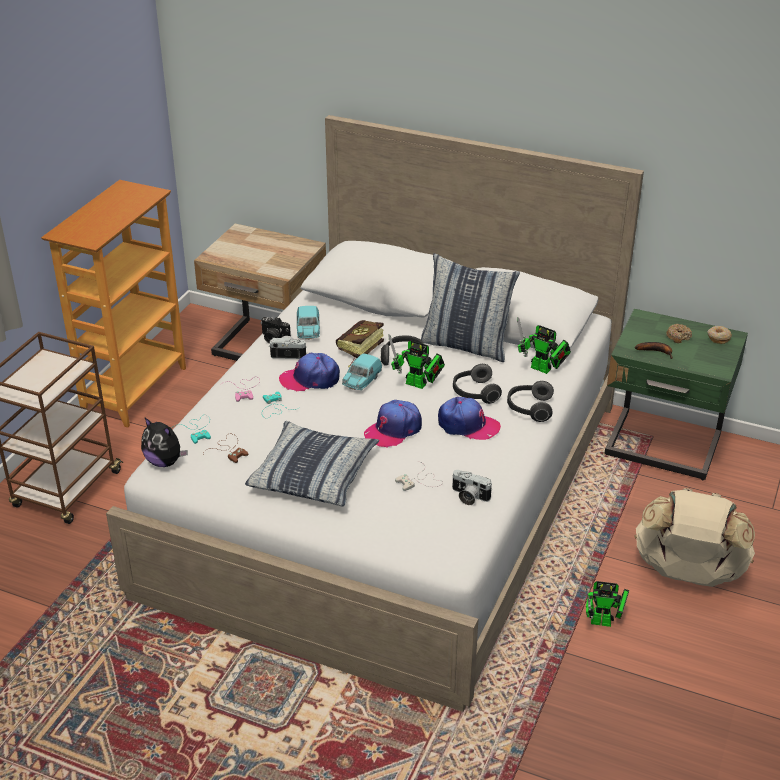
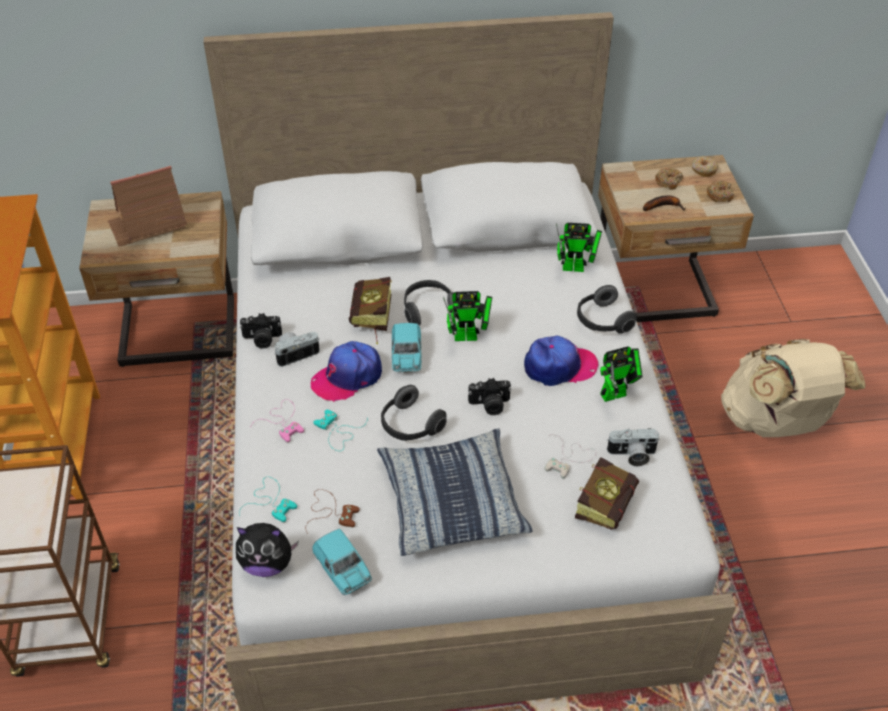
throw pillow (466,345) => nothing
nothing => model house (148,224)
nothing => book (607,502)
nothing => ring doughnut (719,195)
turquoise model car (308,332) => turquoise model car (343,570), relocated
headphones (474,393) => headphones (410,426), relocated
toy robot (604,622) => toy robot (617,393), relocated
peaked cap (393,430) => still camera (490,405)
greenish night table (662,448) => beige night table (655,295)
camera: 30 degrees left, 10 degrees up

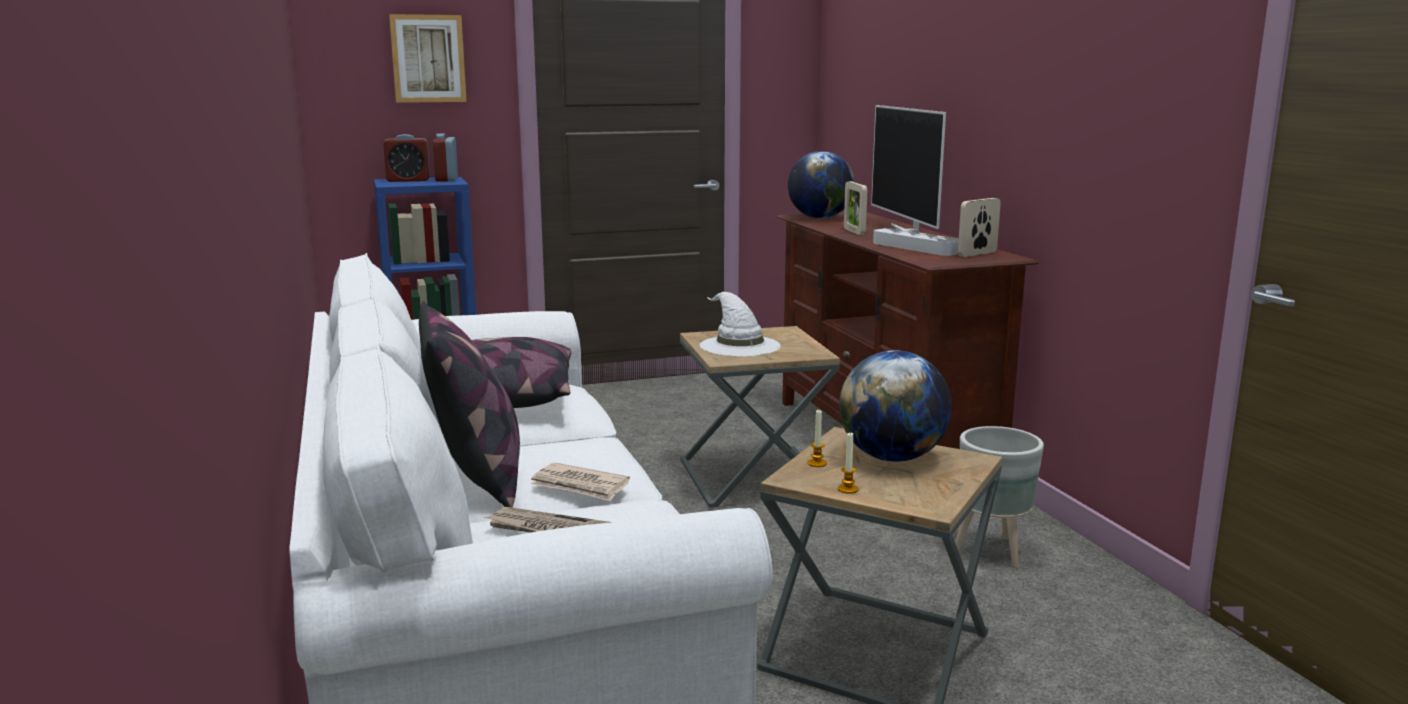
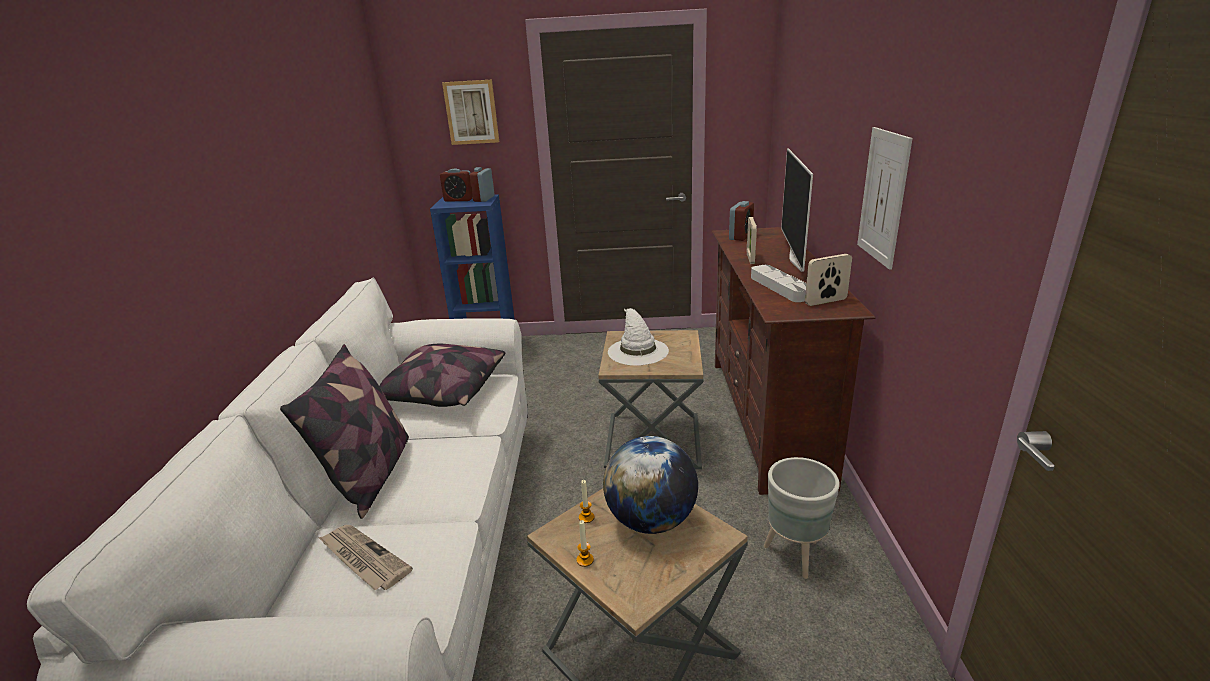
printed paper (580,486) => nothing
nothing => picture (883,196)
world globe (820,218) => alarm clock (740,236)
camera: 20 degrees right, 10 degrees up

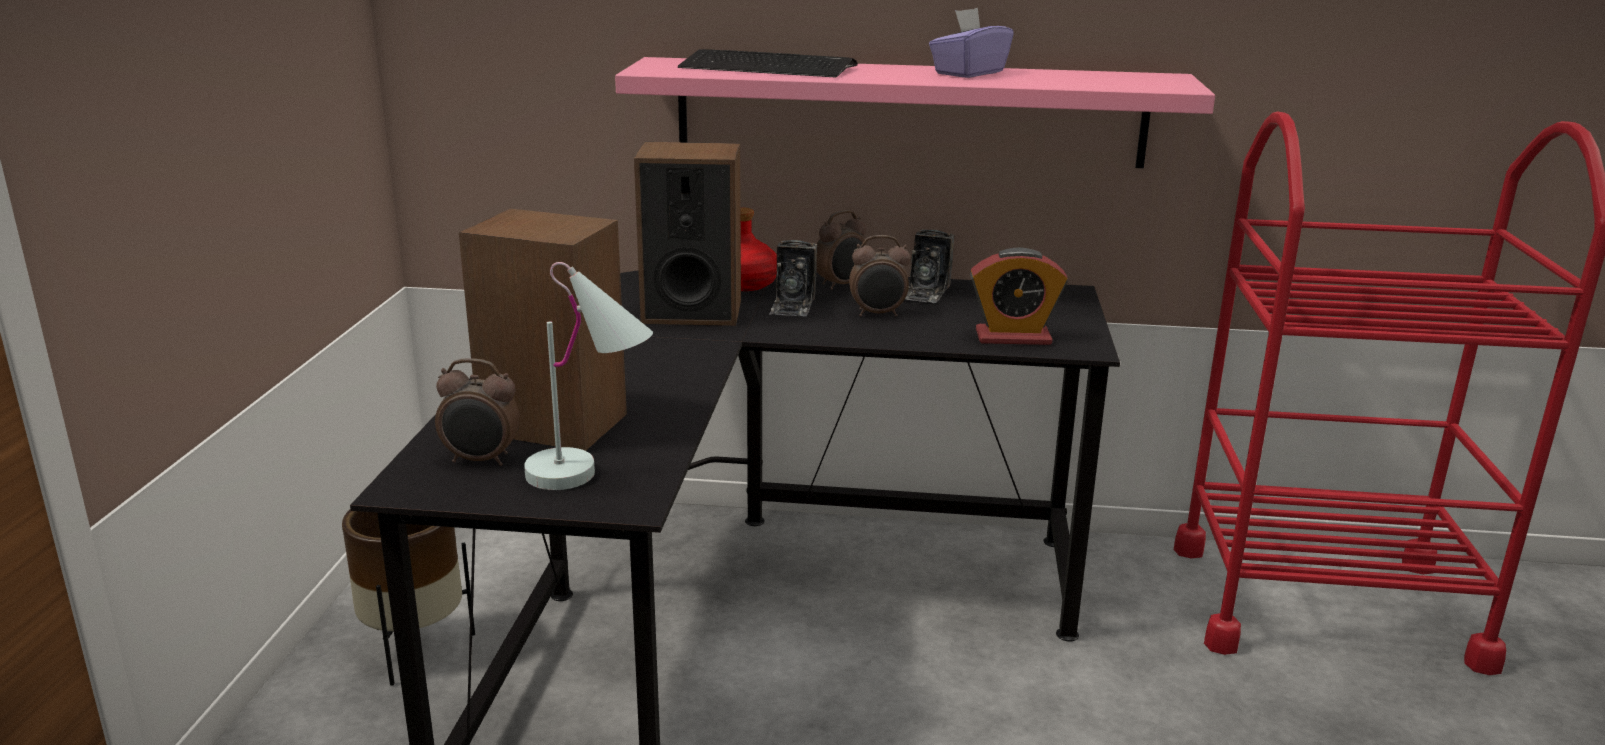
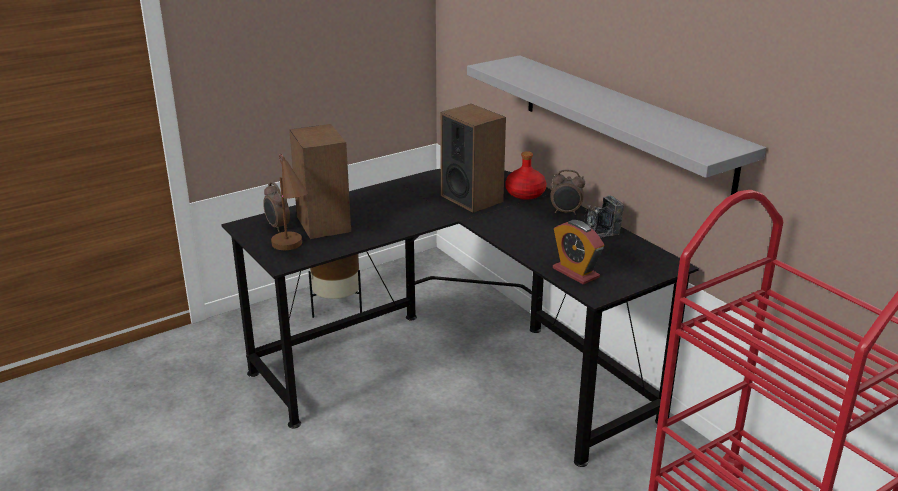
keyboard (767,68) => nothing
still camera (792,305) => nothing
alarm clock (878,314) => nothing
purple-coloured box of tissues (968,73) => nothing
whitish table lamp (592,475) => brown table lamp (293,248)
pinkish shelf (909,112) => grey shelf (623,122)
camera: 50 degrees right, 5 degrees up

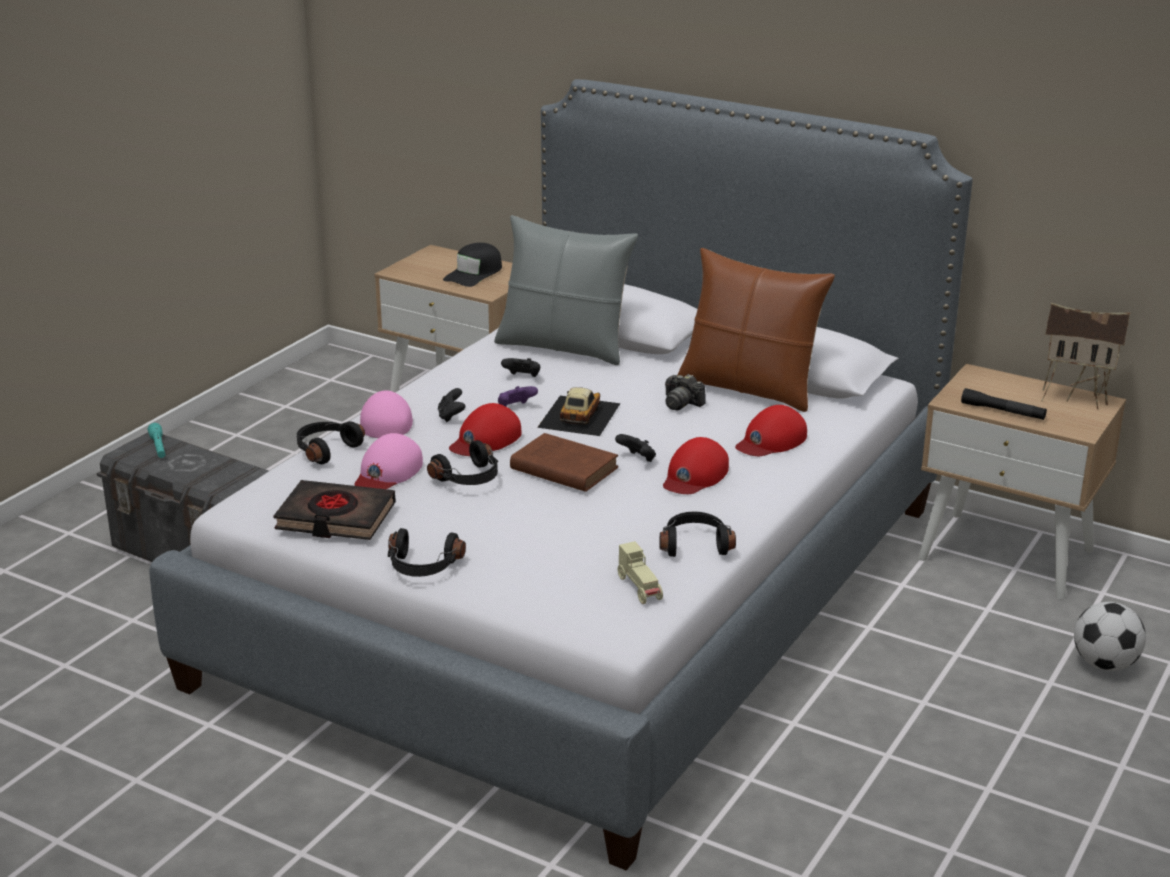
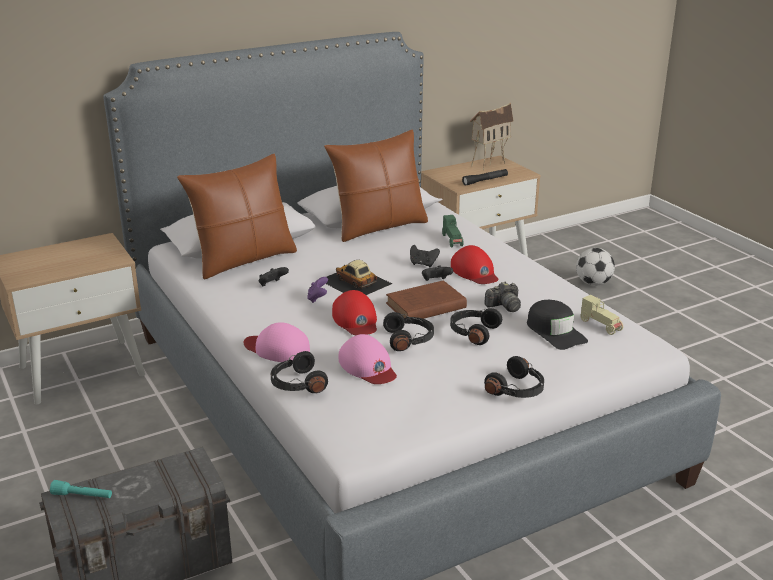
blackish book (335,518) => nothing
blackish gamepad (451,416) => blackish gamepad (423,264), relocated
blackish peaked cap (474,274) => blackish peaked cap (555,332), relocated
blackish headphones (695,544) => blackish headphones (473,332), relocated
still camera (681,403) => still camera (504,306), relocated
red peaked cap (771,440) => greenish model car (452,240)
grey throw pillow (564,347) => brown throw pillow (243,260)
beige model car (640,588) => beige model car (601,325), 45 degrees clockwise
camera: 60 degrees left, 0 degrees up

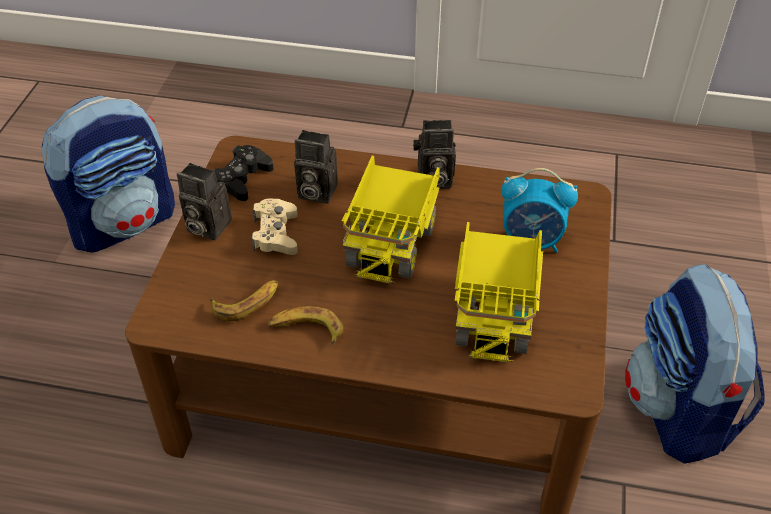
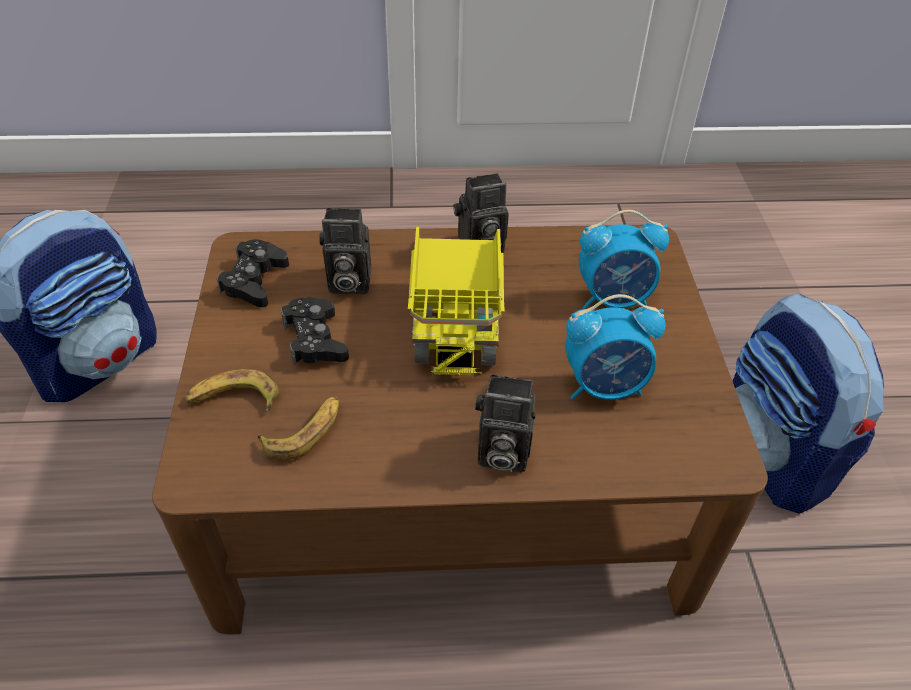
still camera (205,226) => still camera (500,453), relocated
banana (306,330) => banana (234,399), relocated
toy lorry (495,311) => alarm clock (604,386)
beige gamepad (275,234) => blackish gamepad (315,340)
camera: 15 degrees left, 0 degrees up

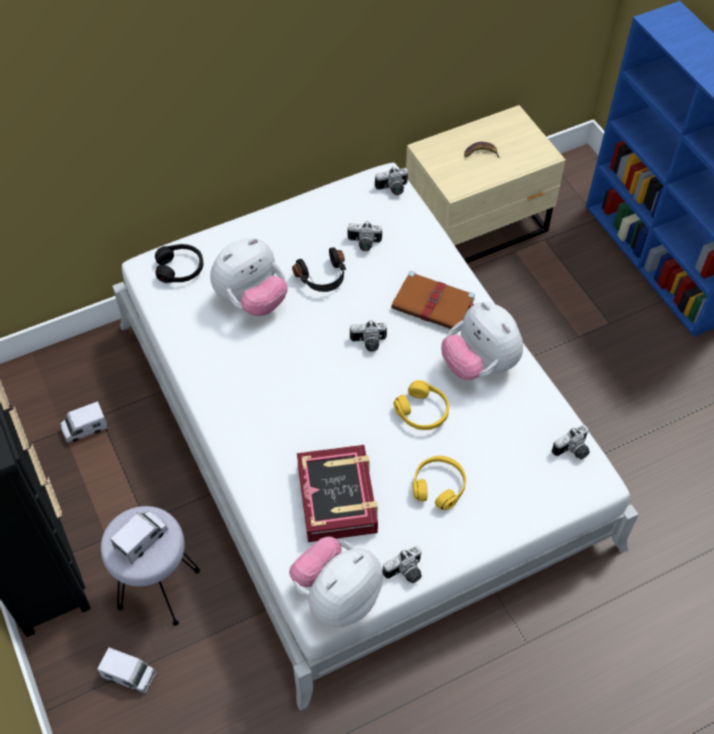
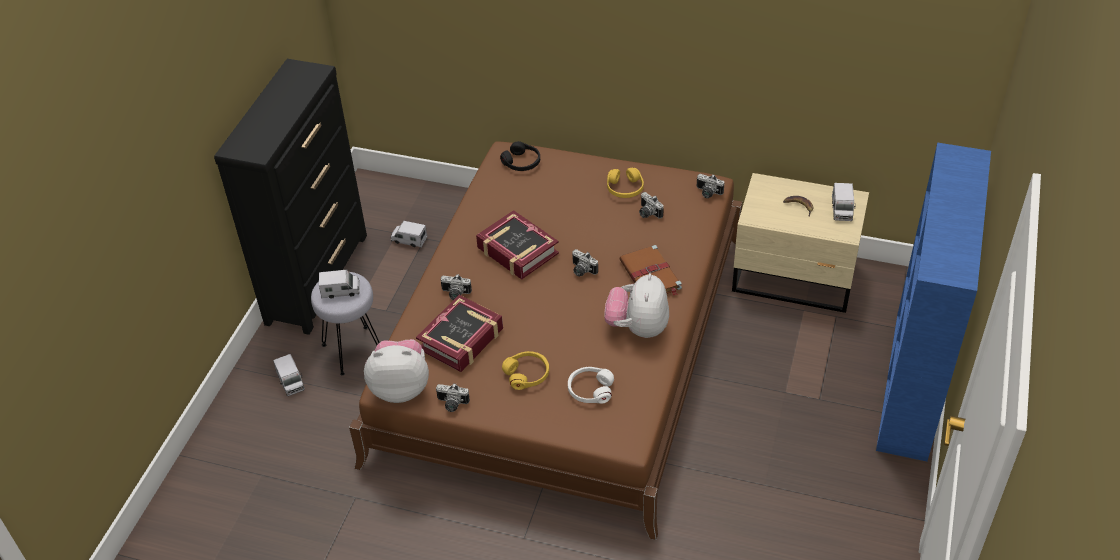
plush toy (251,300) => nothing
blackish headphones (323,278) => nothing
nothing => book (517,251)
nothing => whitish headphones (590,390)
nothing => toy lorry (841,209)
yellow-coloured headphones (422,411) => yellow-coloured headphones (625,188), relocated
still camera (573,451) => still camera (455,294), relocated
whitish bed (357,430) => brown bed (562,346)
camera: 45 degrees right, 10 degrees down

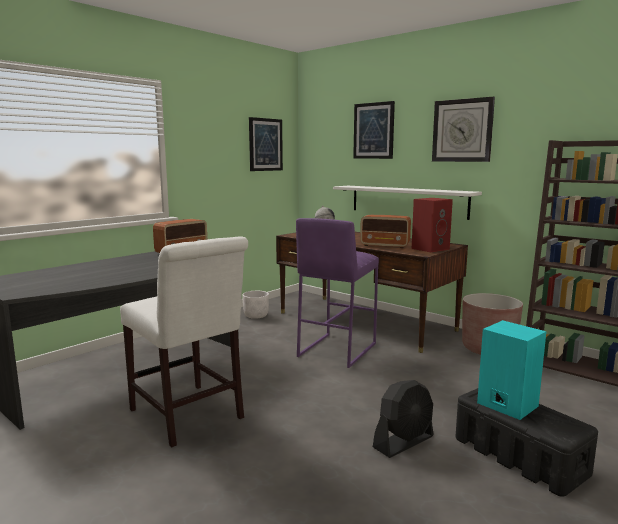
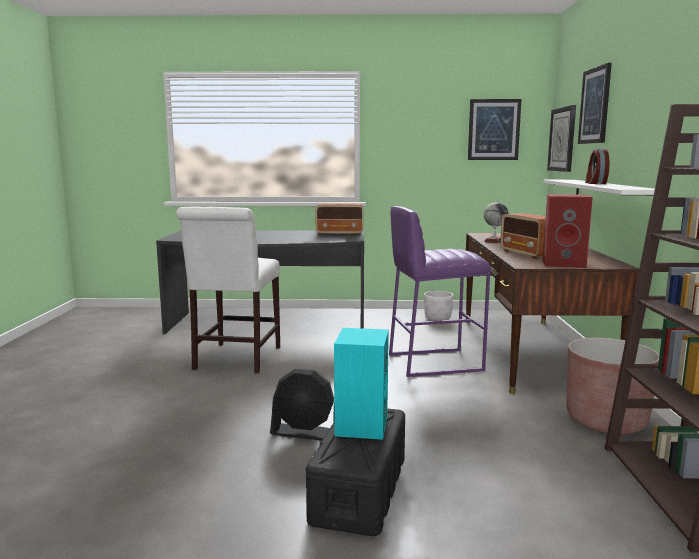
nothing => alarm clock (595,183)
wall clock (462,130) => wall clock (562,139), relocated
camera: 50 degrees right, 0 degrees up

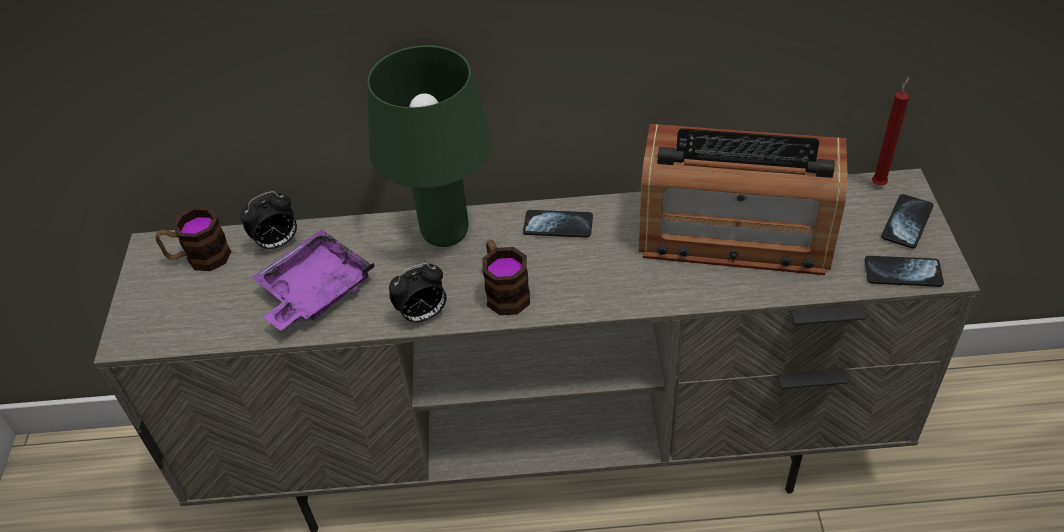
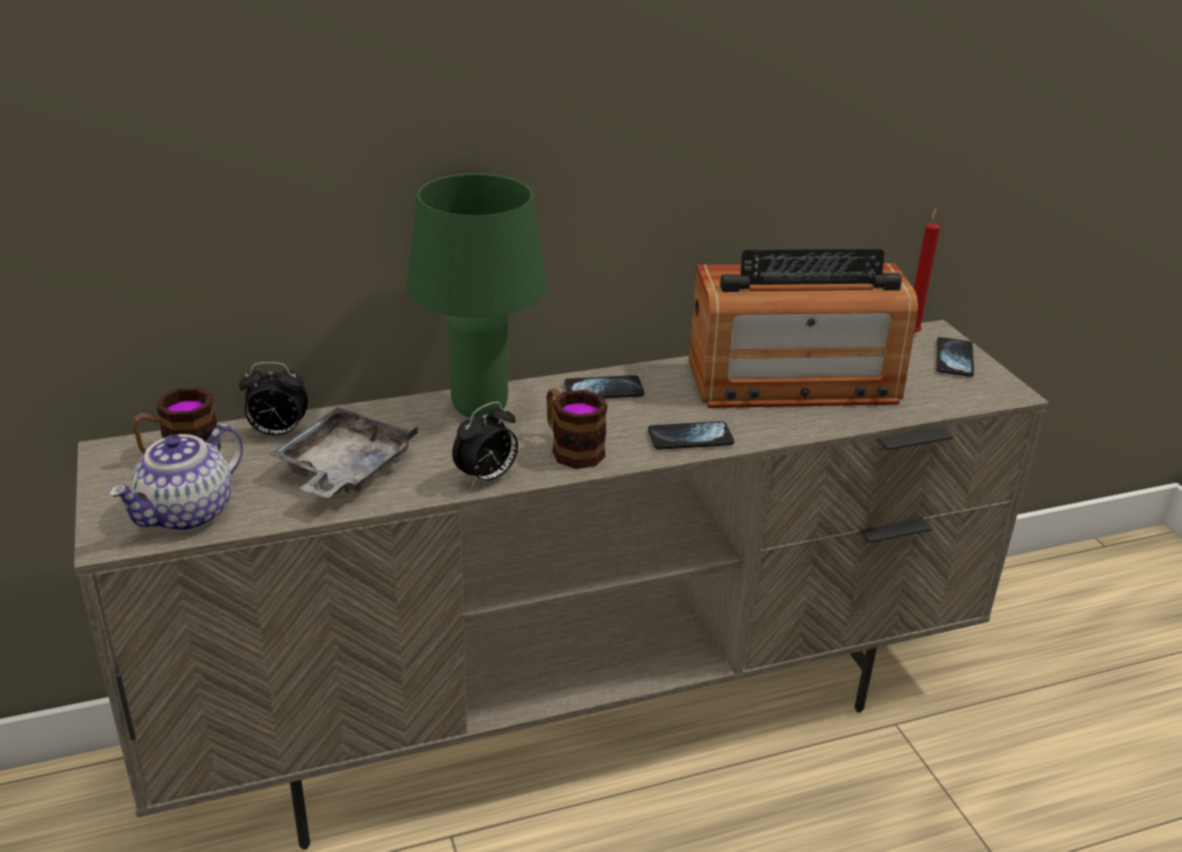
nothing => tea pot (187,514)
telephone (903,273) => telephone (690,438), relocated
purple-coloured serving tray (314,291) => grey serving tray (344,470)
alarm clock (277,243) => alarm clock (277,433), 45 degrees clockwise
camera: 20 degrees left, 15 degrees down

